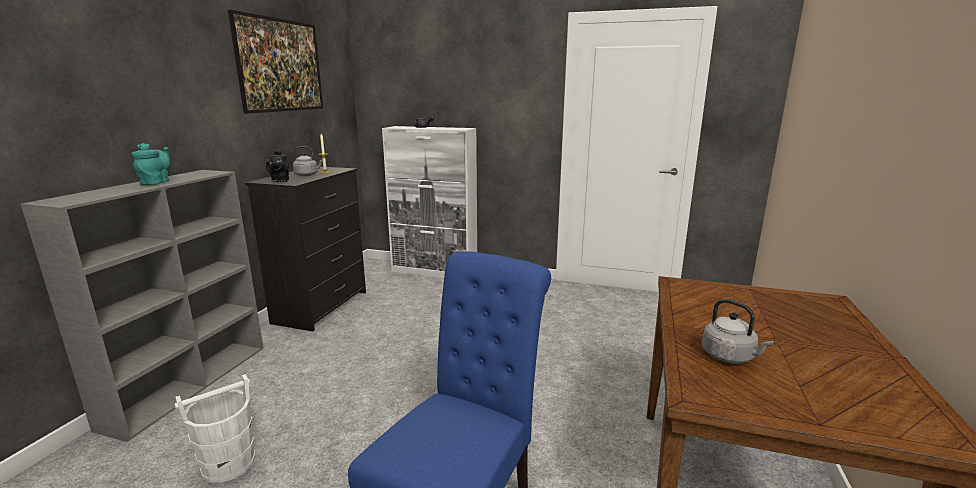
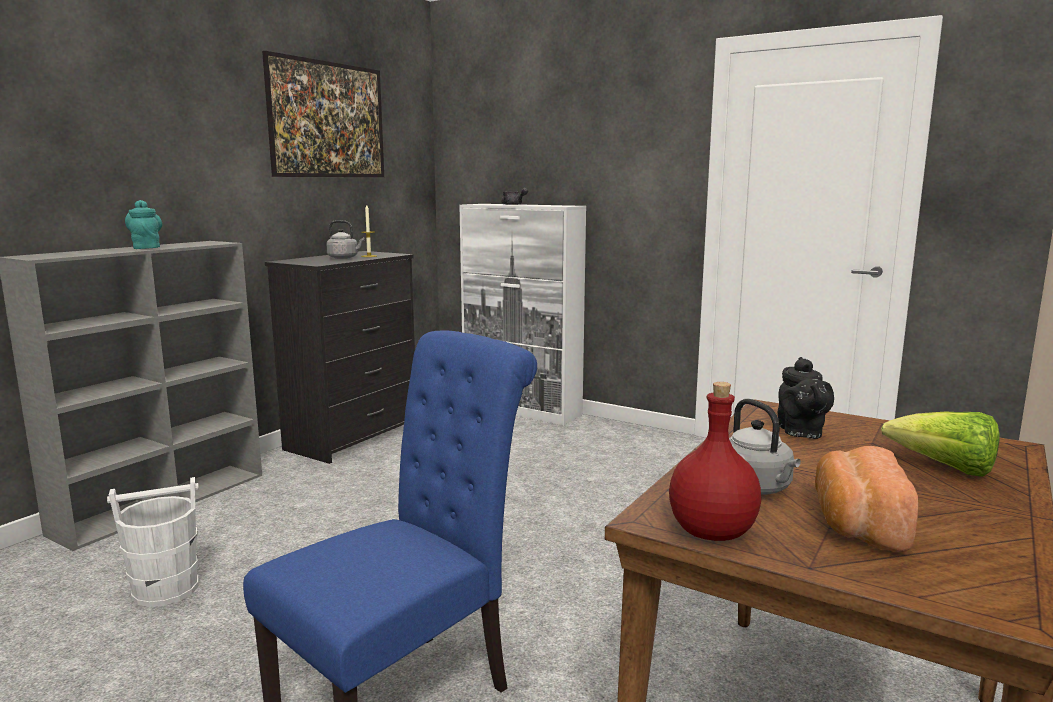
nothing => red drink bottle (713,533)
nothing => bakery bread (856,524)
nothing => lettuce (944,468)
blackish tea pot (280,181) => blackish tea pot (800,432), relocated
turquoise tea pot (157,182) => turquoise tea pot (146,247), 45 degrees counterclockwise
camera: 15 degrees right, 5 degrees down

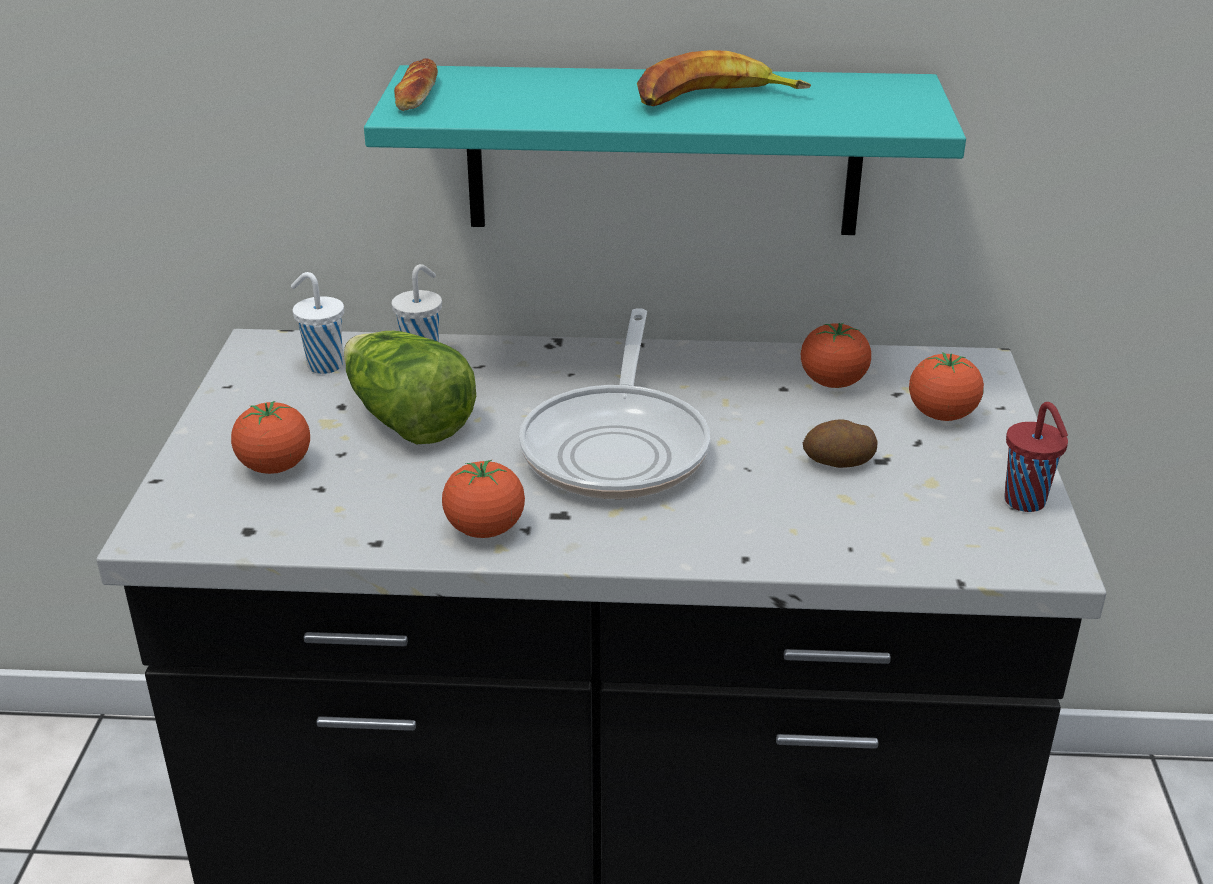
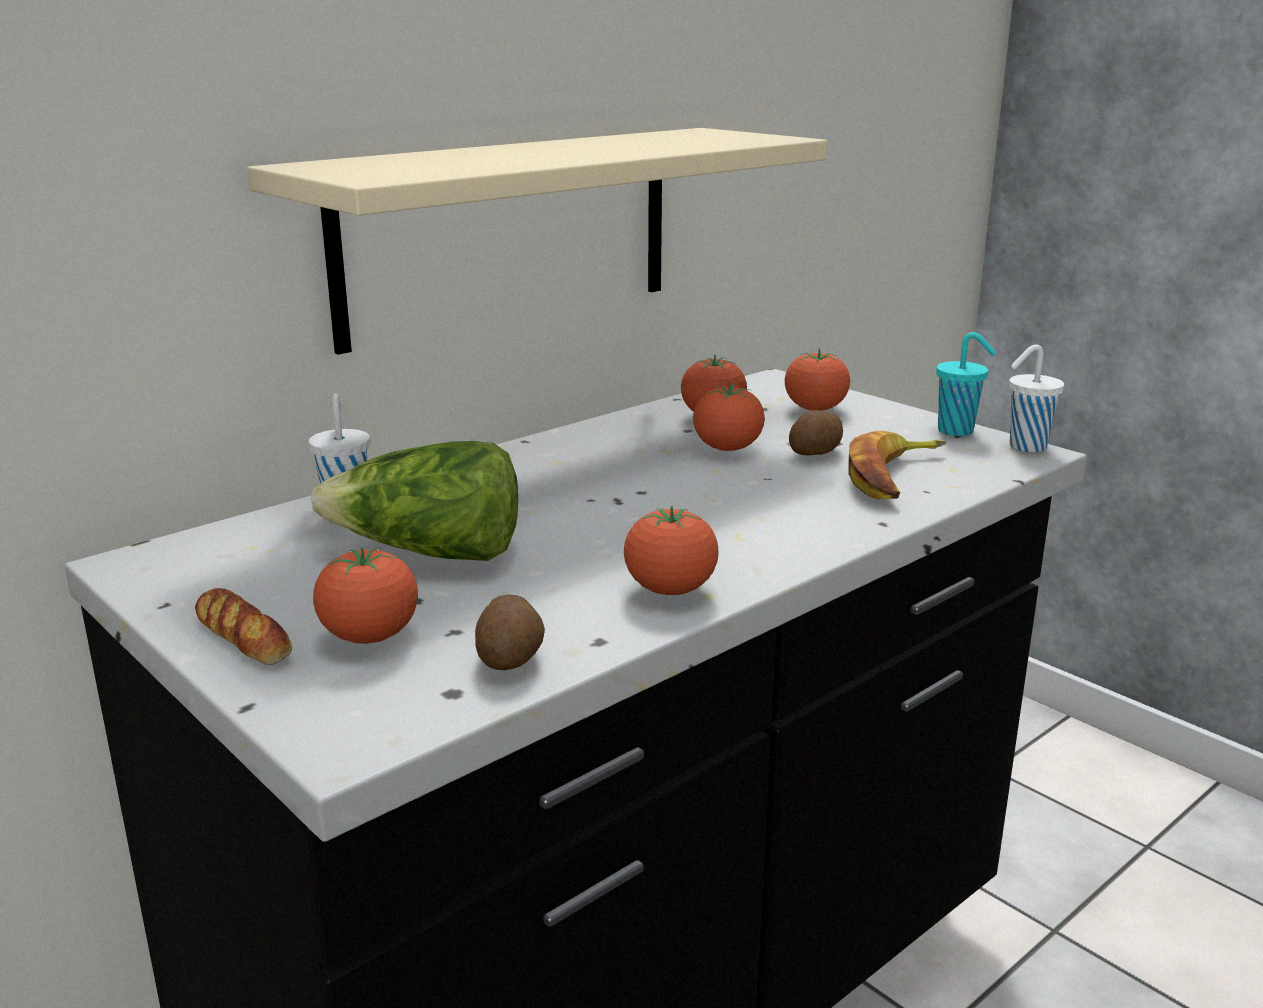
skillet (618,446) => nothing
nothing => spud (511,658)
nothing => tomato (727,449)
whitish small cup (323,365) => whitish small cup (1025,447), relocated
bakery bread (417,94) => bakery bread (244,637), relocated
banana (714,99) => banana (895,477), relocated
turquoise shelf (663,151) => beige shelf (509,233)
red small cup (1026,503) => turquoise small cup (958,431)
camera: 45 degrees left, 10 degrees down

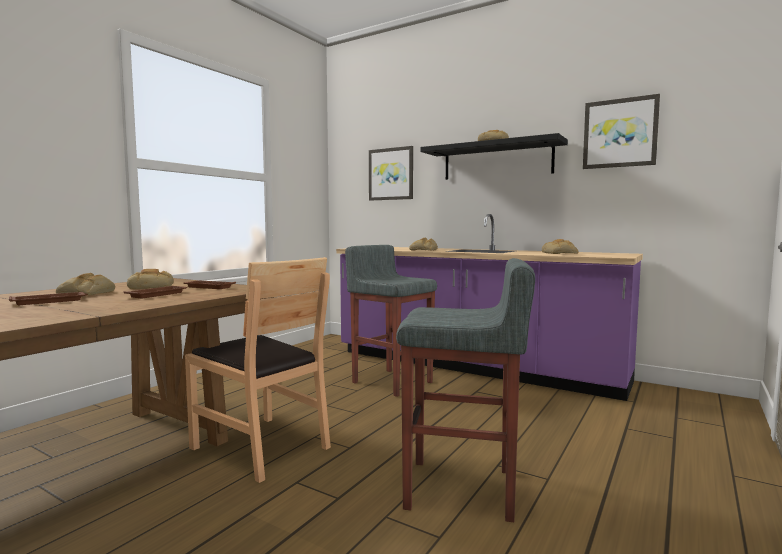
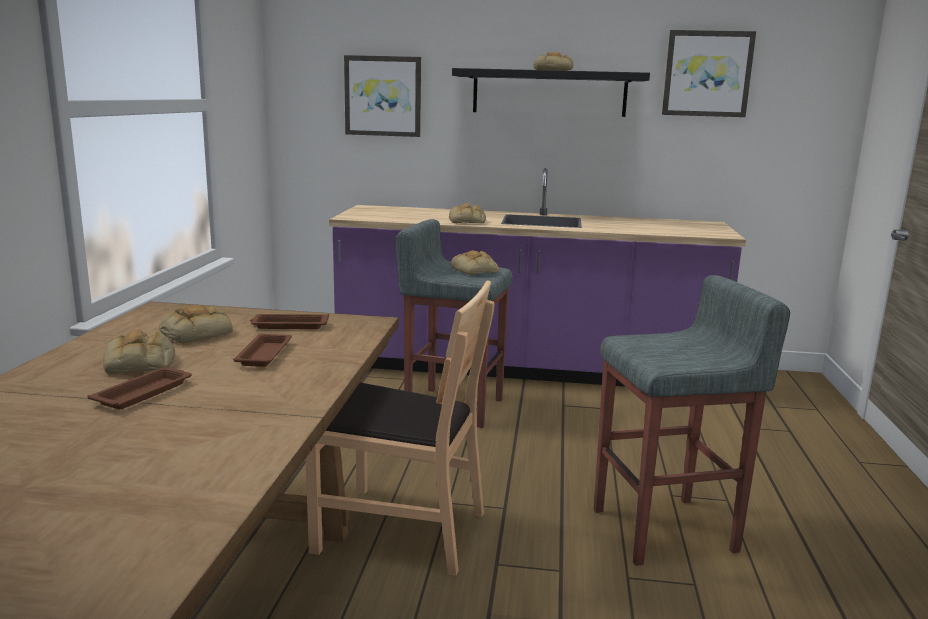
bakery bread (560,253) => bakery bread (475,270), relocated
camera: 25 degrees left, 10 degrees up

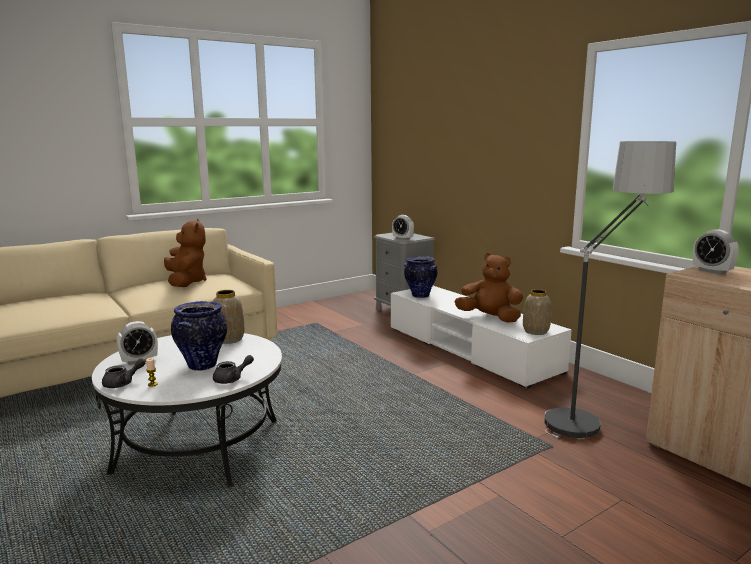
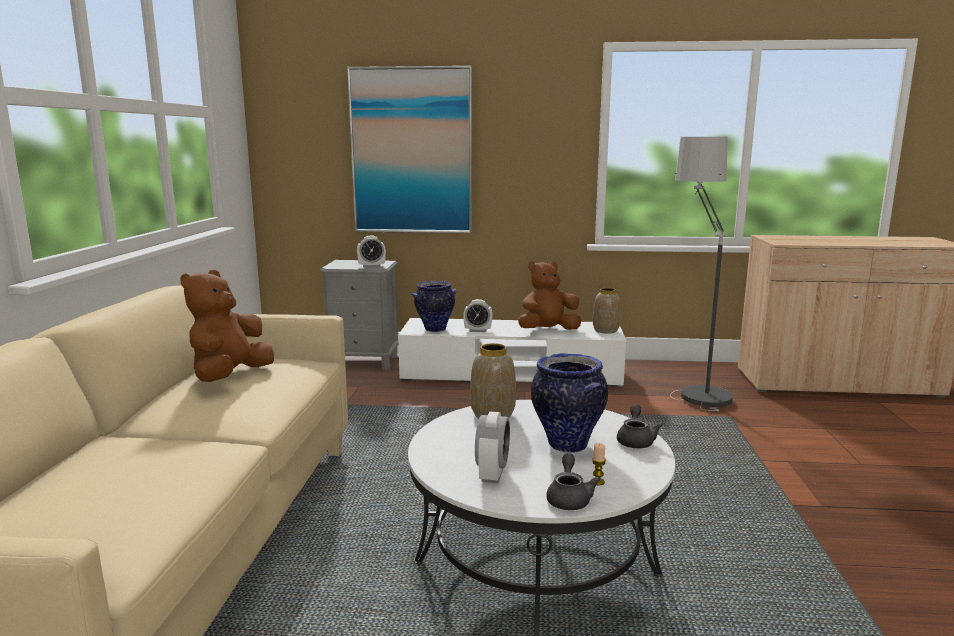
nothing => picture (411,151)
alarm clock (712,271) => alarm clock (478,330), relocated
brown plush toy (186,282) => brown plush toy (230,377), 90 degrees counterclockwise
camera: 50 degrees left, 0 degrees up

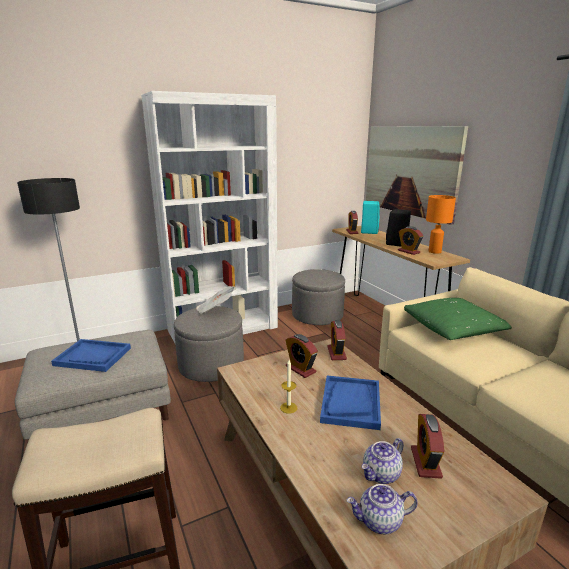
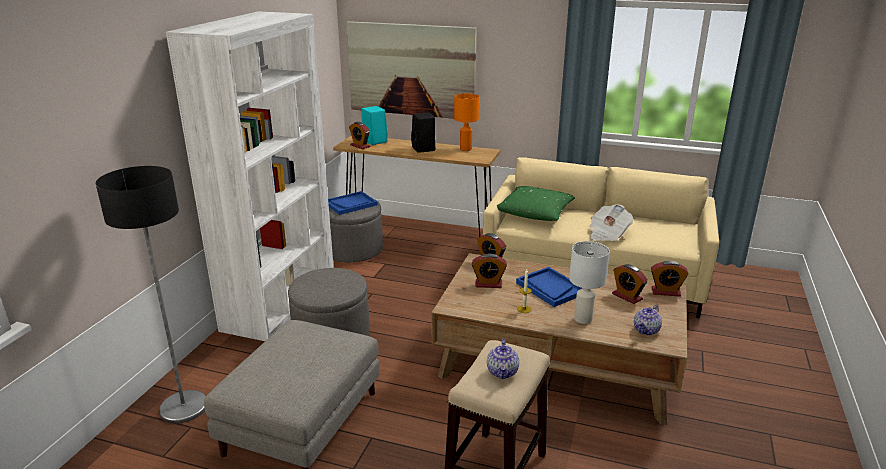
nothing => whitish table lamp (583,319)
blue serving tray (93,356) => blue serving tray (351,204), relocated
printed paper (215,309) => printed paper (607,234), relocated
tea pot (381,474) => tea pot (503,372), relocated
alarm clock (408,251) => alarm clock (665,292), relocated
camera: 45 degrees left, 5 degrees up

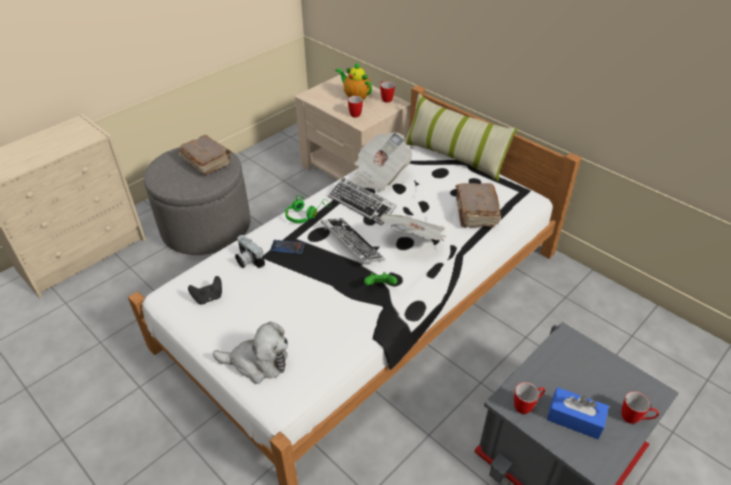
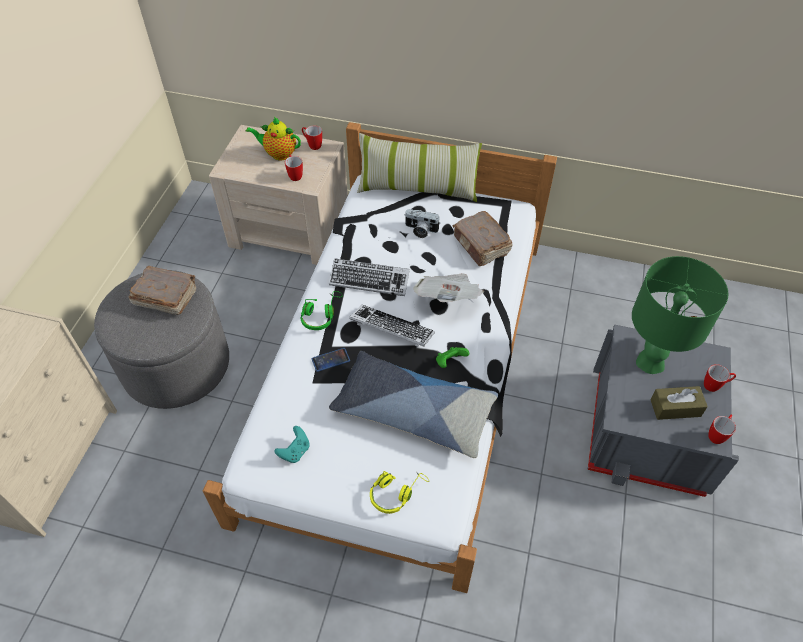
printed paper (379,175) => nothing
nothing => throw pillow (414,410)
nothing => greenish table lamp (650,361)
still camera (248,260) => still camera (420,230), relocated
mug (526,406) => mug (717,435), relocated
plush toy (257,363) => yellow-coloured headphones (396,492)
blackish gamepad (208,298) => turquoise gamepad (295,451)
blue box of tissues (574,419) => brown box of tissues (675,408)
camera: 30 degrees left, 10 degrees up

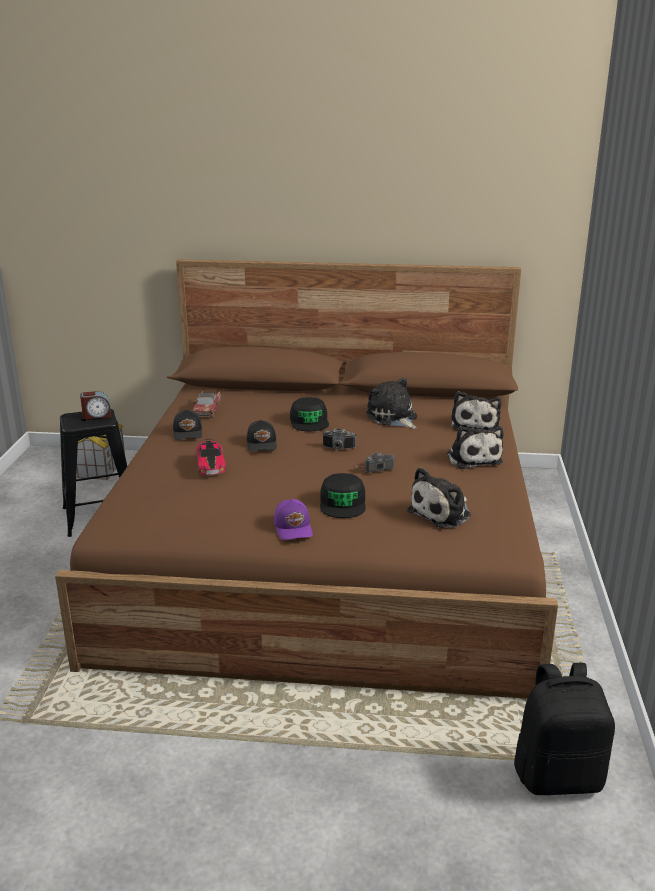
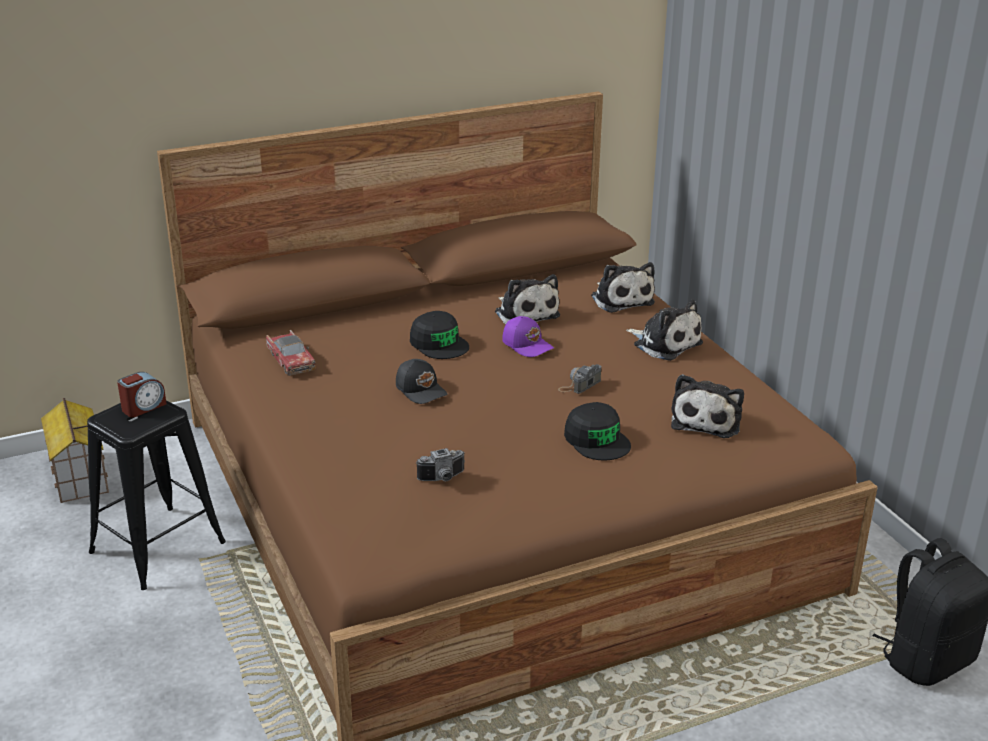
blackish peaked cap (188,433) => nothing
model car (210,463) => nothing
purple-coloured peaked cap (294,528) => purple-coloured peaked cap (527,345), relocated
still camera (338,448) => still camera (443,478), relocated
plush toy (393,418) => plush toy (525,313), 150 degrees counterclockwise
camera: 30 degrees left, 5 degrees up

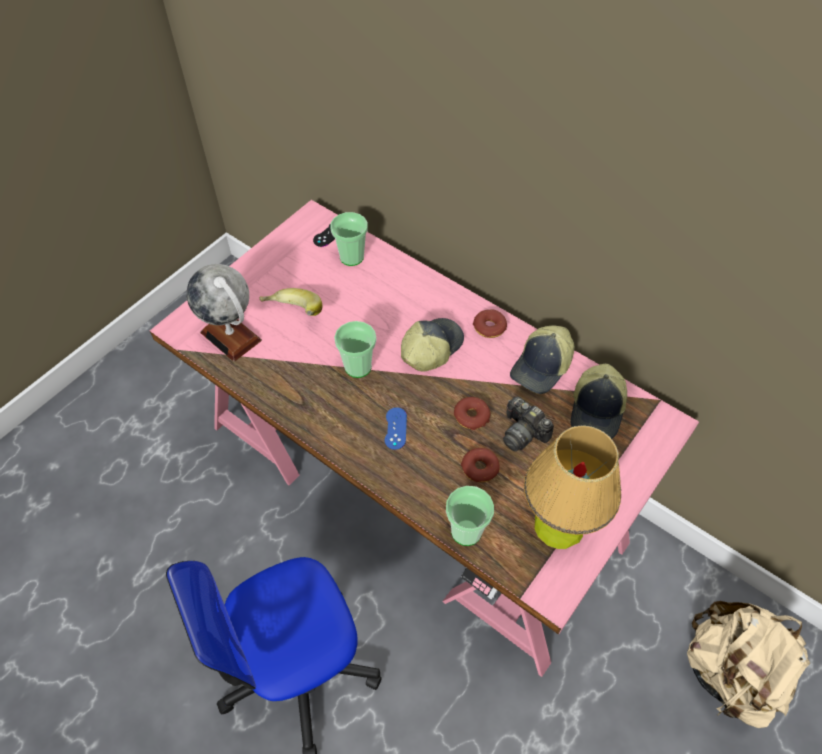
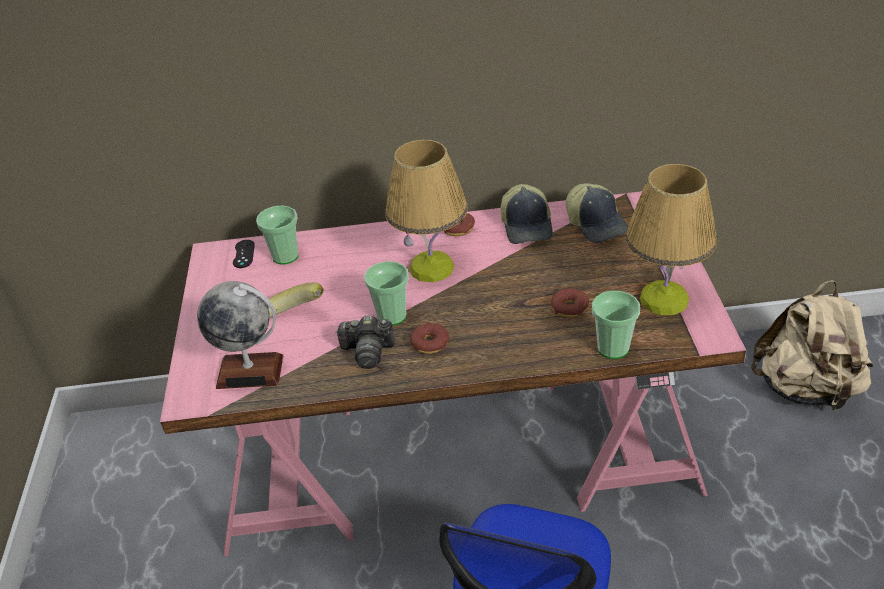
blue gamepad (395,428) => nothing
ring doughnut (471,416) => ring doughnut (429,343), relocated
still camera (523,432) => still camera (368,352), relocated
peaked cap (430,348) => table lamp (432,268)
camera: 40 degrees left, 15 degrees down

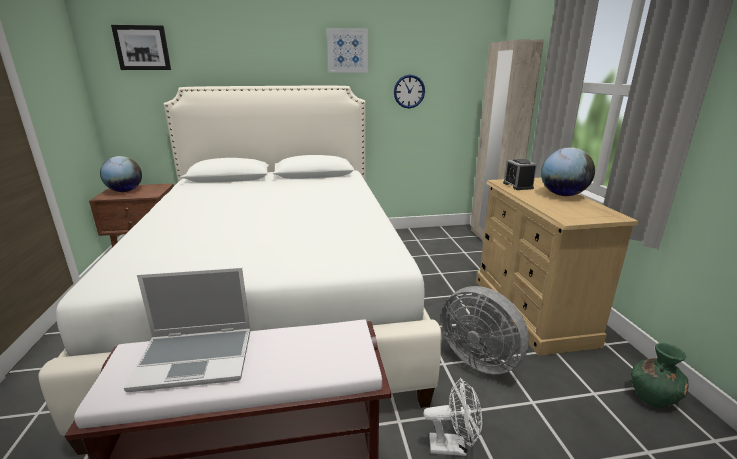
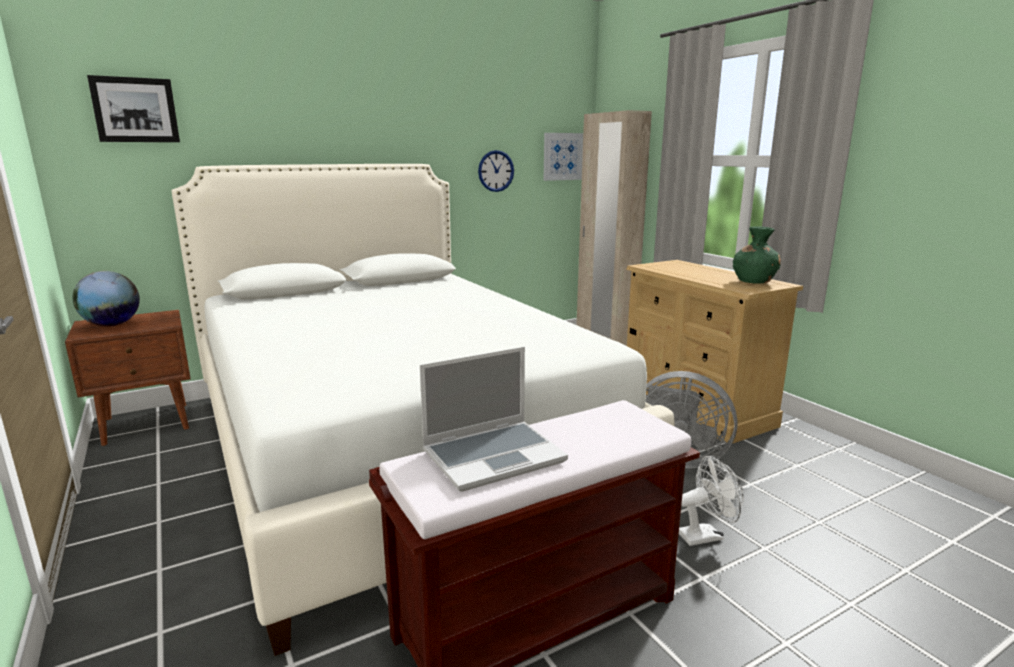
alarm clock (518,186) => nothing
world globe (562,195) => nothing
picture (347,50) => picture (562,156), relocated
greenish vase (653,396) => greenish vase (754,282), relocated
camera: 20 degrees left, 5 degrees down

